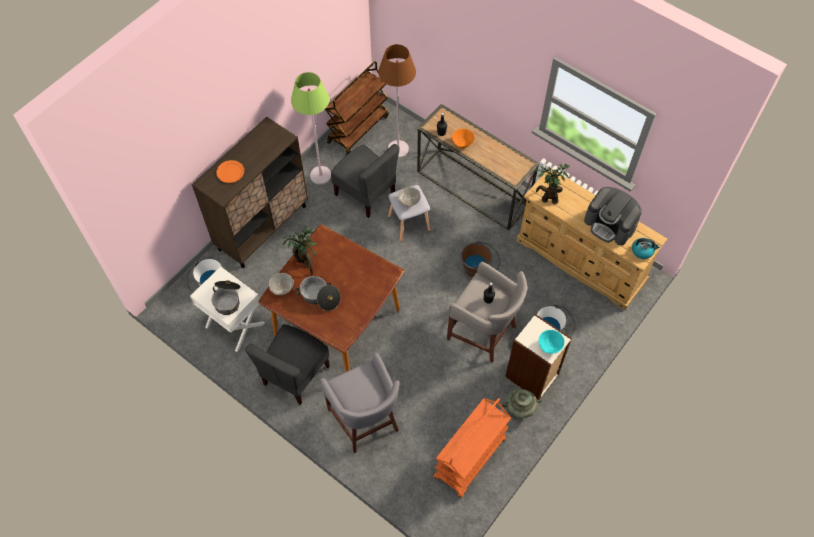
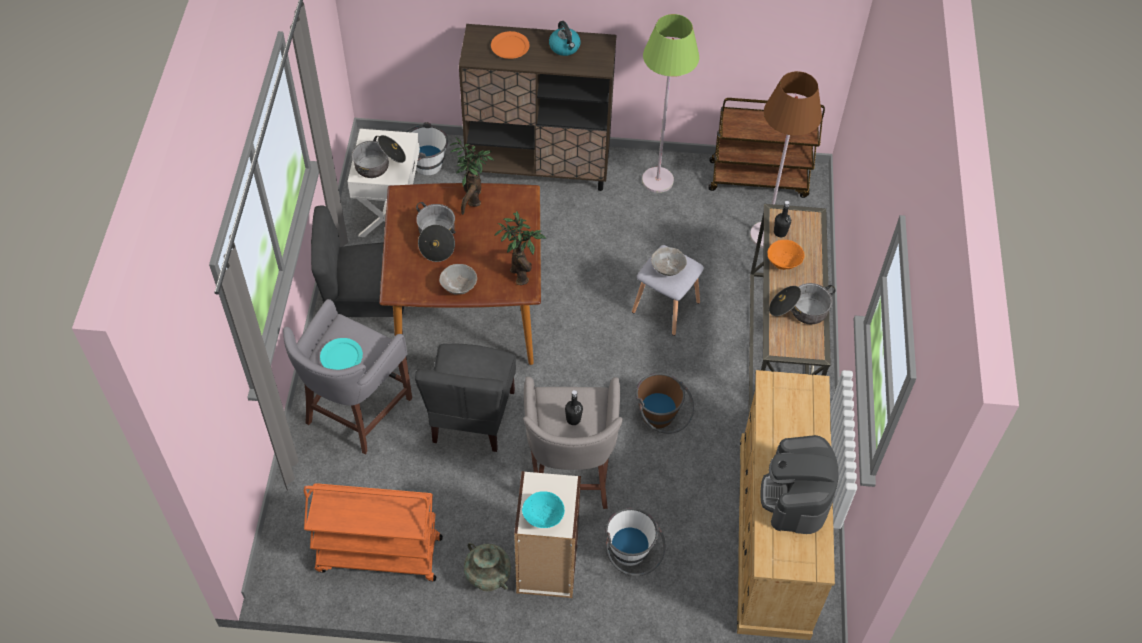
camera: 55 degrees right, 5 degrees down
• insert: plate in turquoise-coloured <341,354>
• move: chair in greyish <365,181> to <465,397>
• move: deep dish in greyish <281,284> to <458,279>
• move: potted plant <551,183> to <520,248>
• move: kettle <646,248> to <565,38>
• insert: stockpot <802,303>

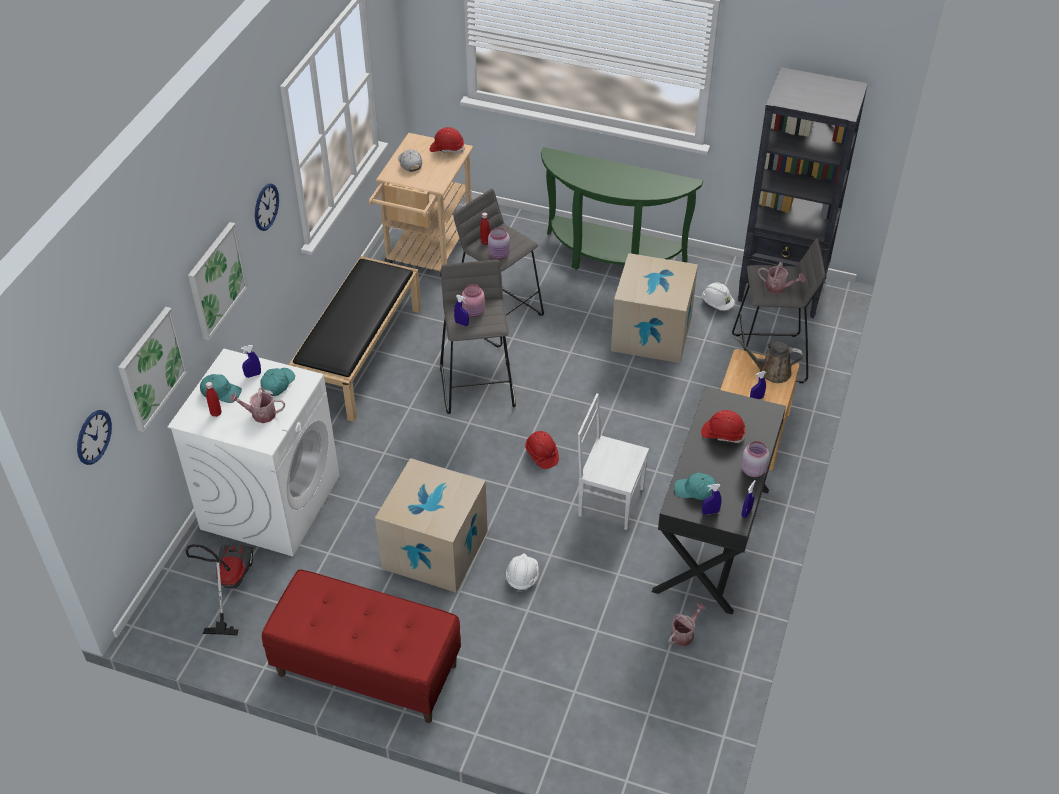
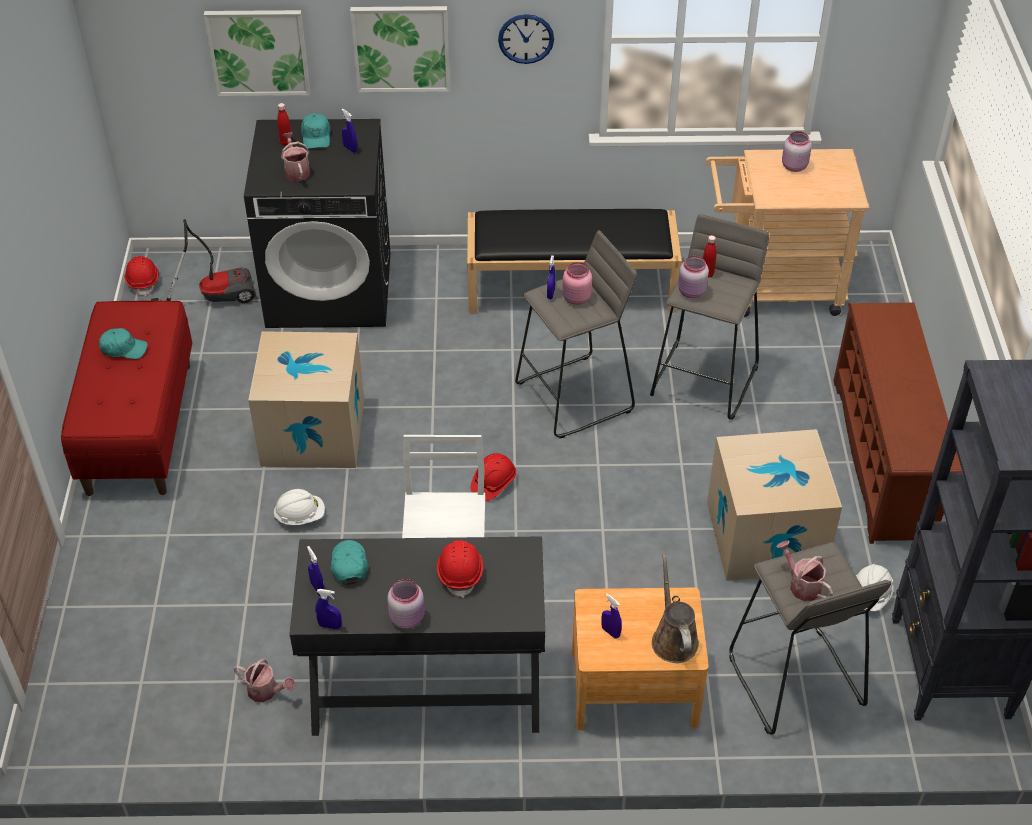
camera: 70 degrees right, 0 degrees up
• move: peaked cap in turquoise-coloured <278,382> to <123,343>
• move: safety helmet in reddish <447,140> to <142,276>
• recolor: laundry appliance in white-coloured <254,452> to laundry appliance in black-coloured <317,223>
• rotate: watering can <781,278> = <804,570> 135 degrees clockwise
• replace: peaked cap in white-coloured <410,160> to jar in pinkish <797,151>
• replace: hall table in greenish <622,208> to shoe shelf in brown <897,423>
• delete: clock on the wall <94,437>

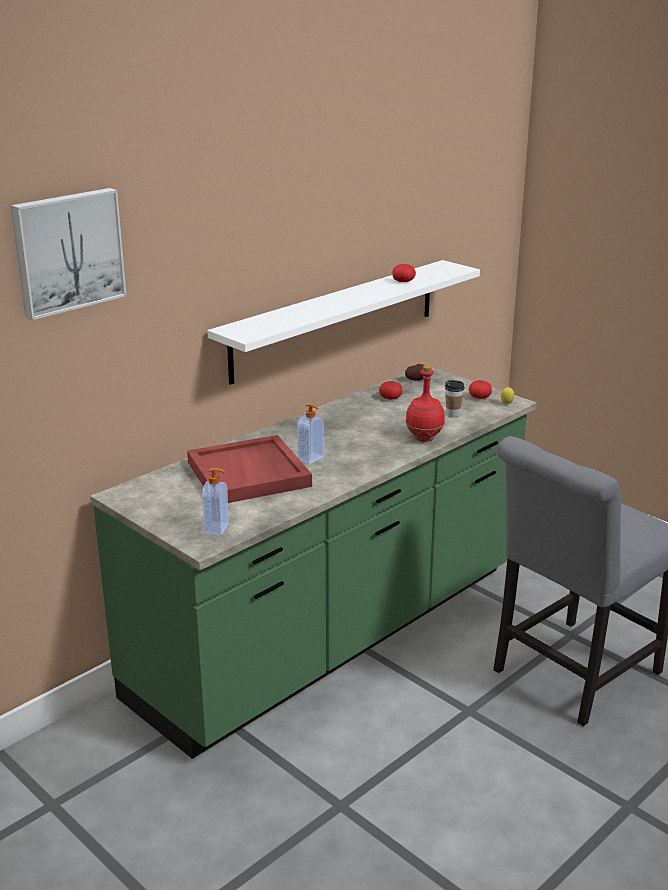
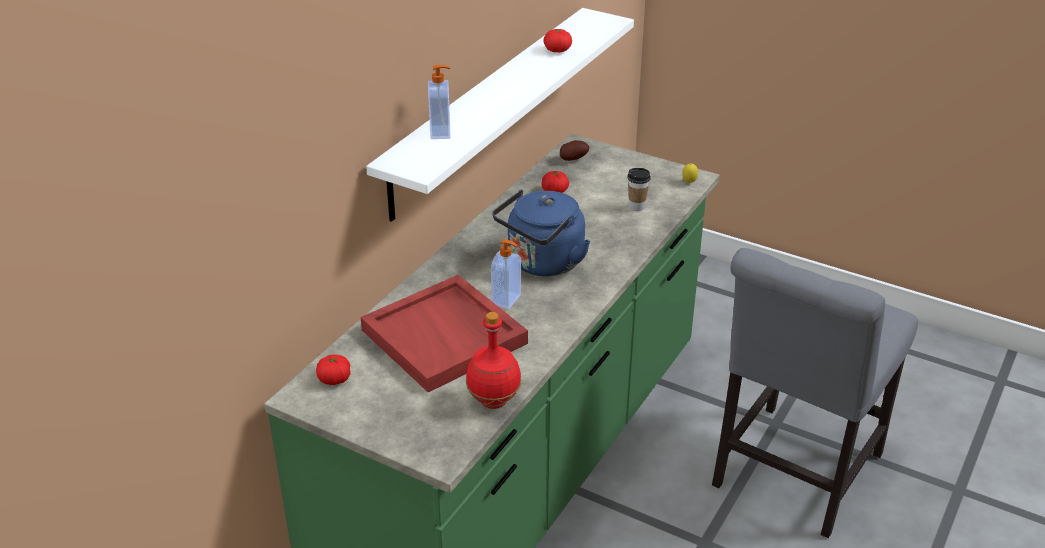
camera: 15 degrees left, 10 degrees up
• move: fresh tomato <480,389> to <333,369>
• move: liquid soap bottle <215,501> to <439,102>
• move: bottle in reddish <425,403> to <493,360>
• insert: kettle in blue-coloured <541,232>
• delete: picture <69,254>

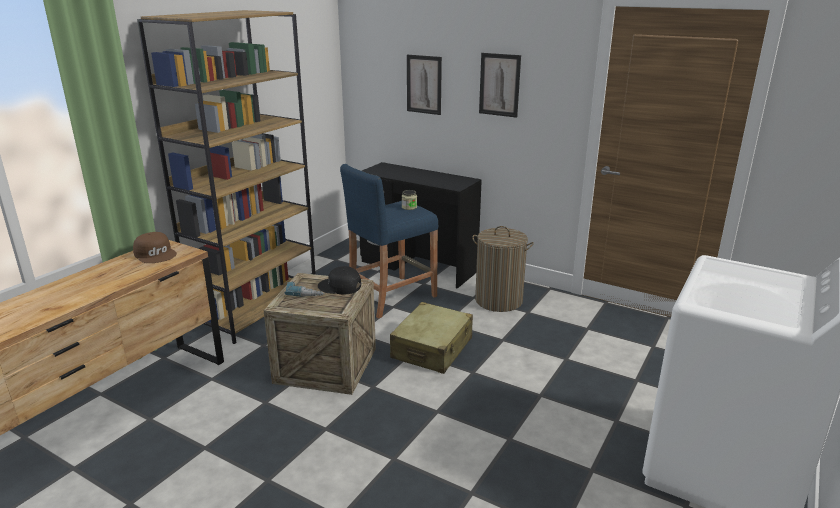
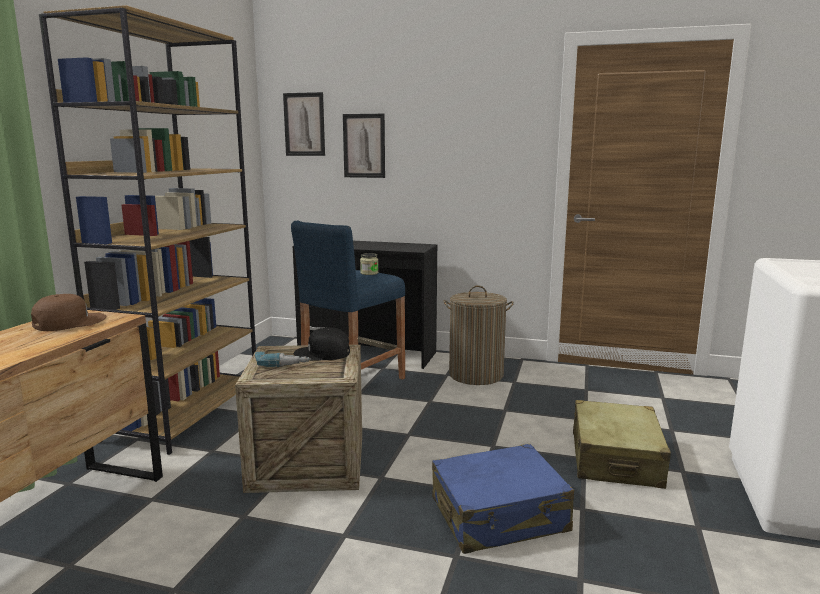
camera: 15 degrees left, 10 degrees down
• rotate: peaked cap in brown <155,247> = <68,312> 75 degrees counterclockwise
• move: picture <500,85> to <304,124>
• insert: travel case in blue-coloured <503,499>
• move: travel case in beige <431,338> to <622,444>

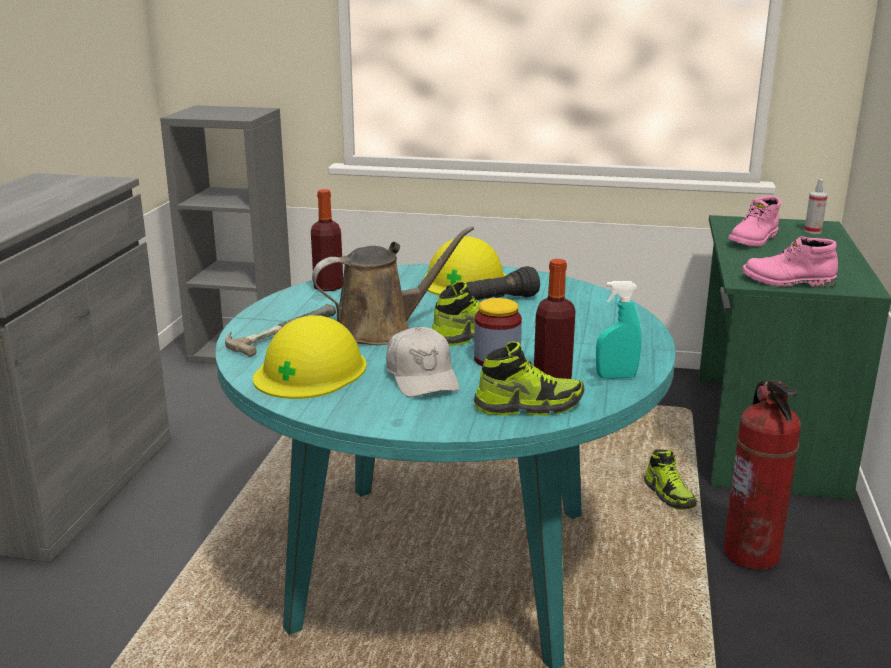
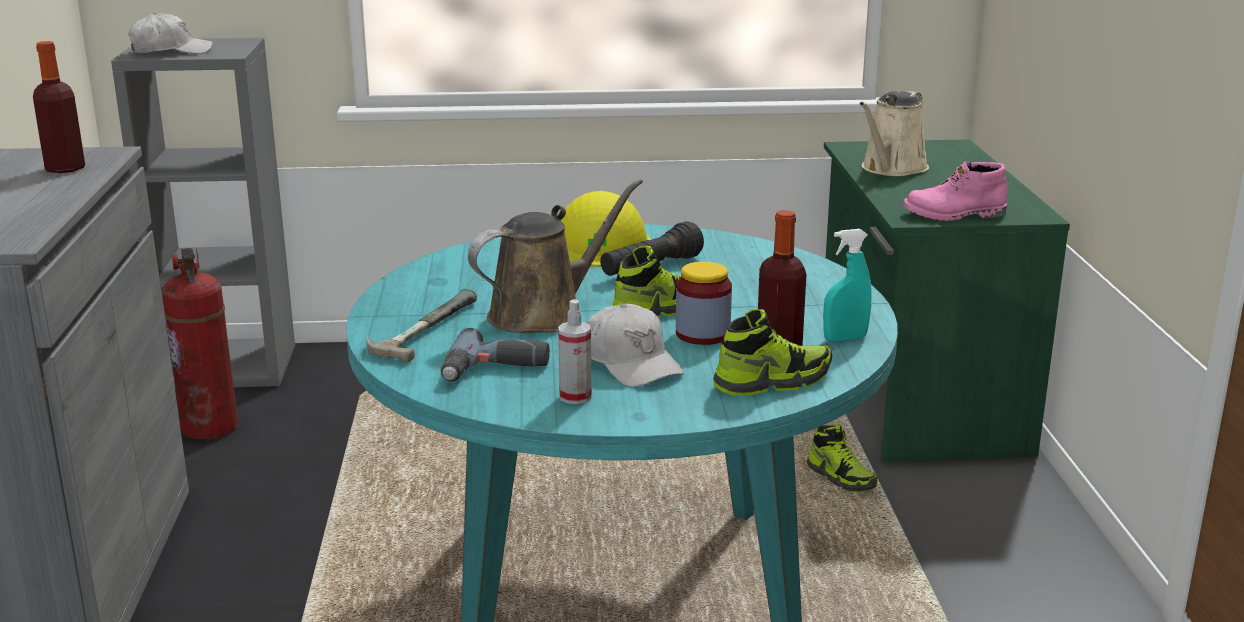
camera: 15 degrees left, 0 degrees up
• move: bottle <327,240> to <59,107>
• insert: peaked cap in white-coloured <170,33>
• move: fire-fighting cylinder <762,475> to <200,344>
• replace: safety helmet in yellow <310,357> to drill <495,354>
• move: sprayer <815,206> to <575,351>
• replace: boot in pinkish <754,221> to watering can in beige <894,133>

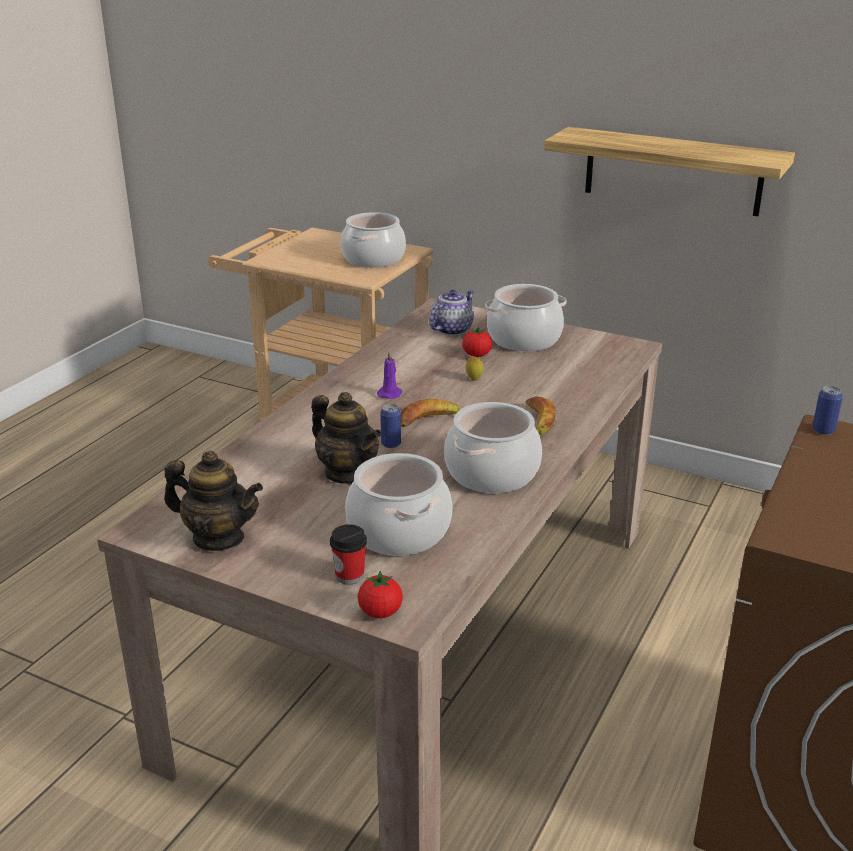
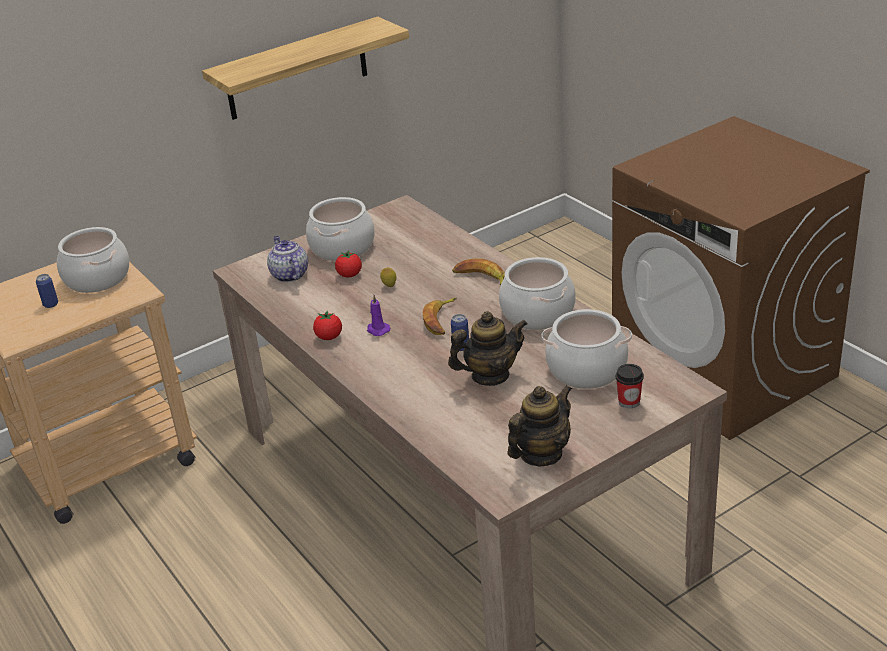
camera: 60 degrees left, 5 degrees up
• move: metal can <828,410> to <47,291>
• move: fresh tomato <380,594> to <327,325>

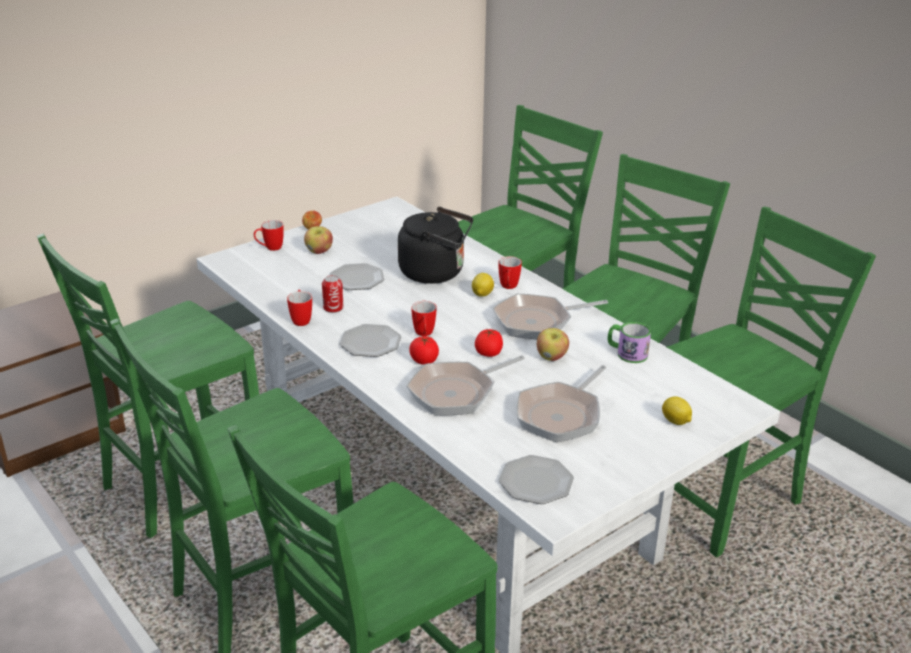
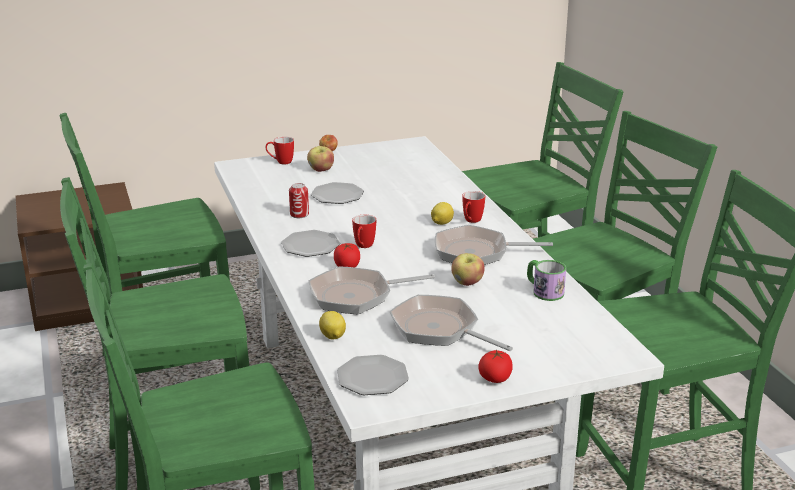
camera: 20 degrees right, 5 degrees down
• move: citrus fruit <677,410> to <332,325>
• rotate: frying pan <561,403> = <451,323> 75 degrees clockwise
• move: fresh tomato <489,343> to <495,366>
• delete: mug <299,308>
• delete: kettle in black-coloured <435,245>

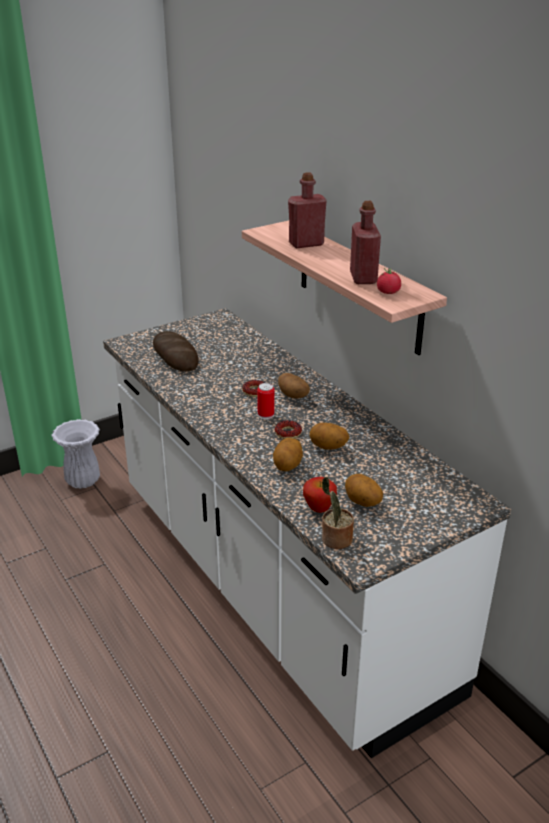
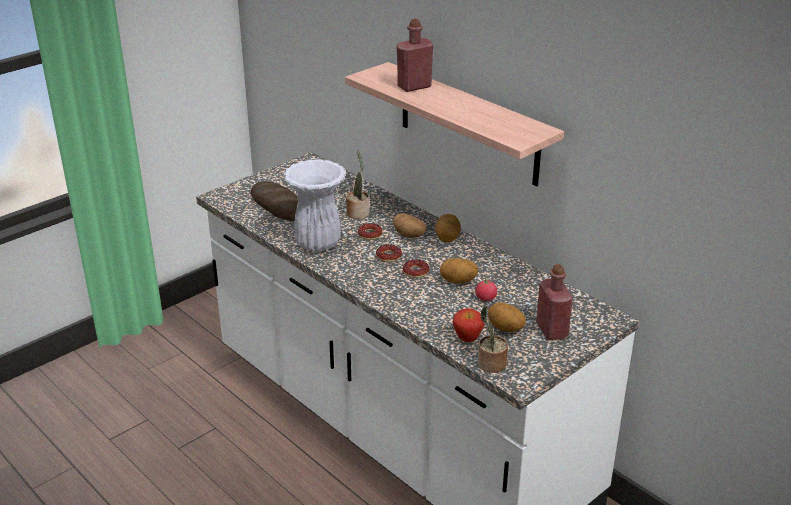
camera: 10 degrees left, 0 degrees up
• move: flower vase in white-coloured <75,454> to <314,205>
• insert: potted plant <357,184>
• replace: metal can <266,401> to ring doughnut <389,253>
• move: potato <288,455> to <448,228>
• move: fresh tomato <389,280> to <486,289>
• move: bottle in reddish <365,242> to <554,302>

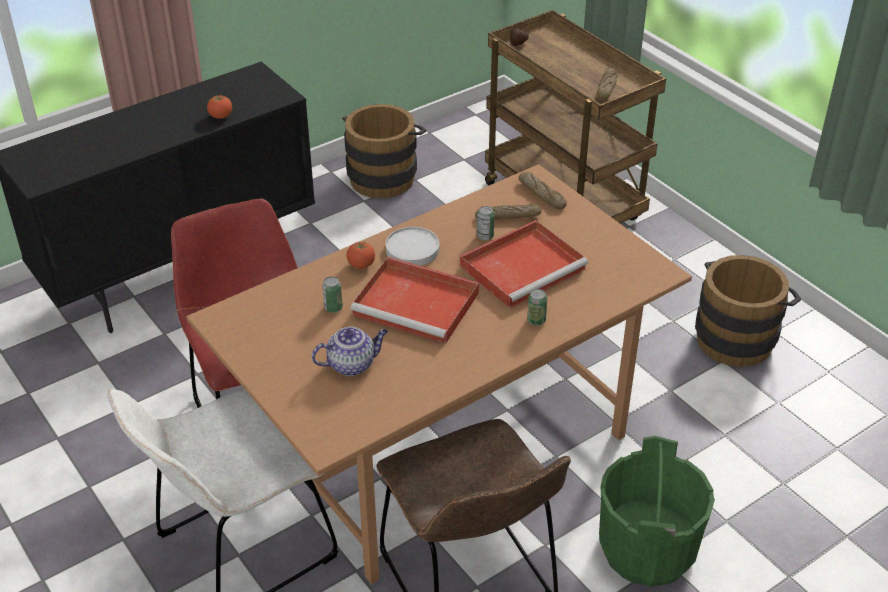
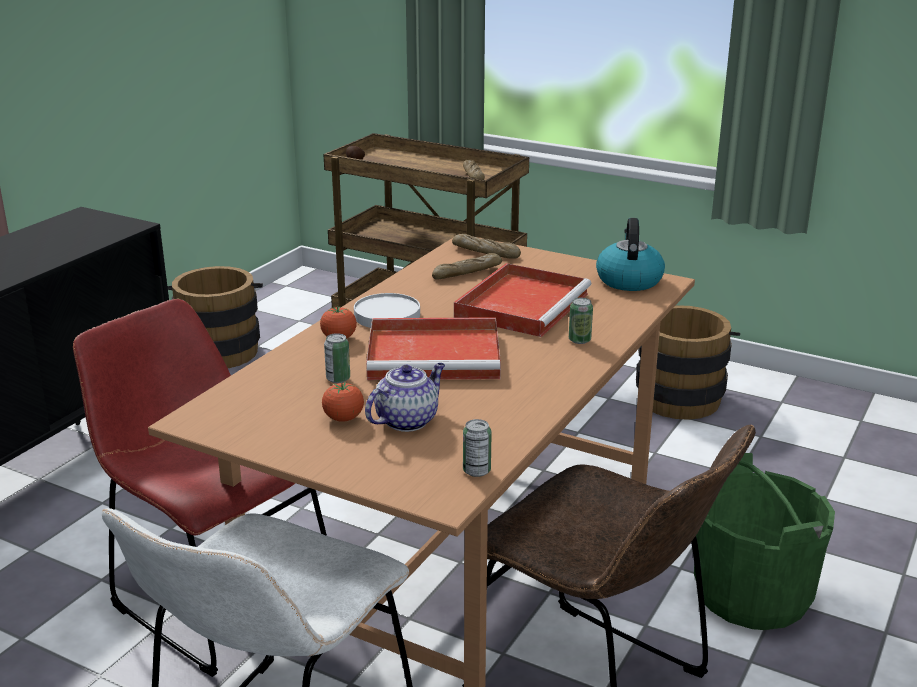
camera: 25 degrees left, 15 degrees down
• move: fresh tomato <219,107> to <343,402>
• move: metal can <486,223> to <477,448>
• insert: kettle <630,254>

